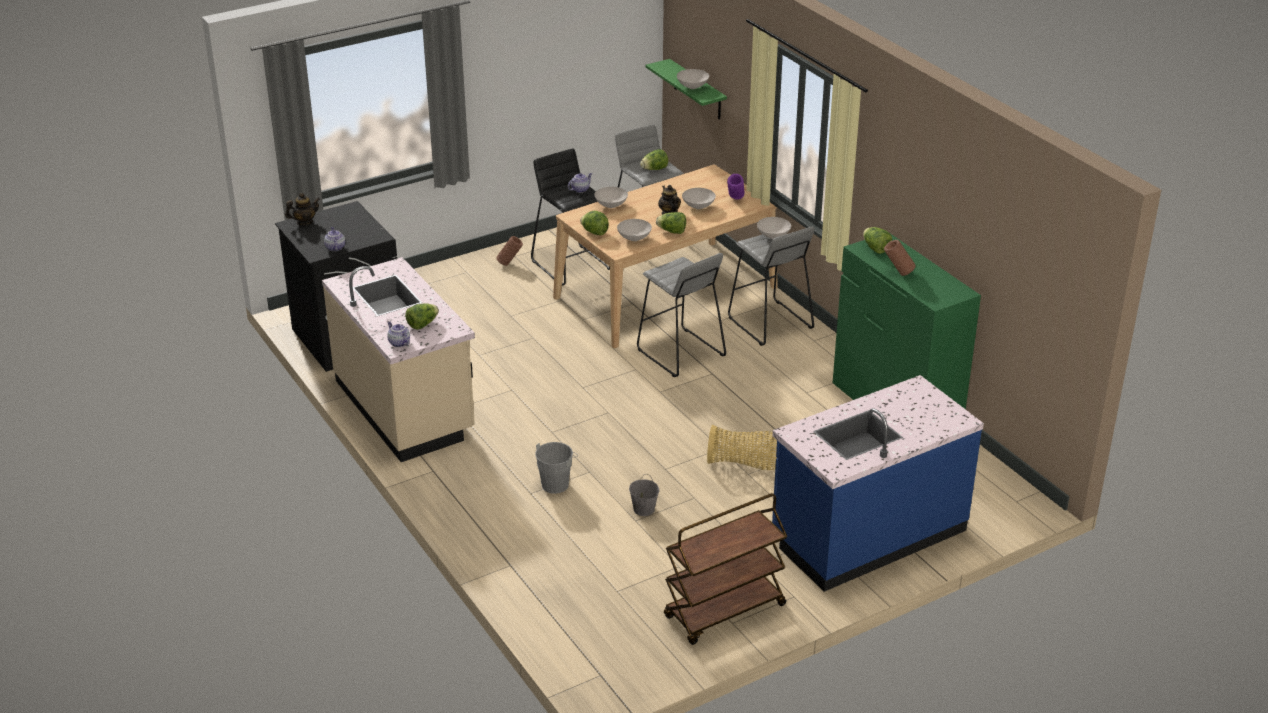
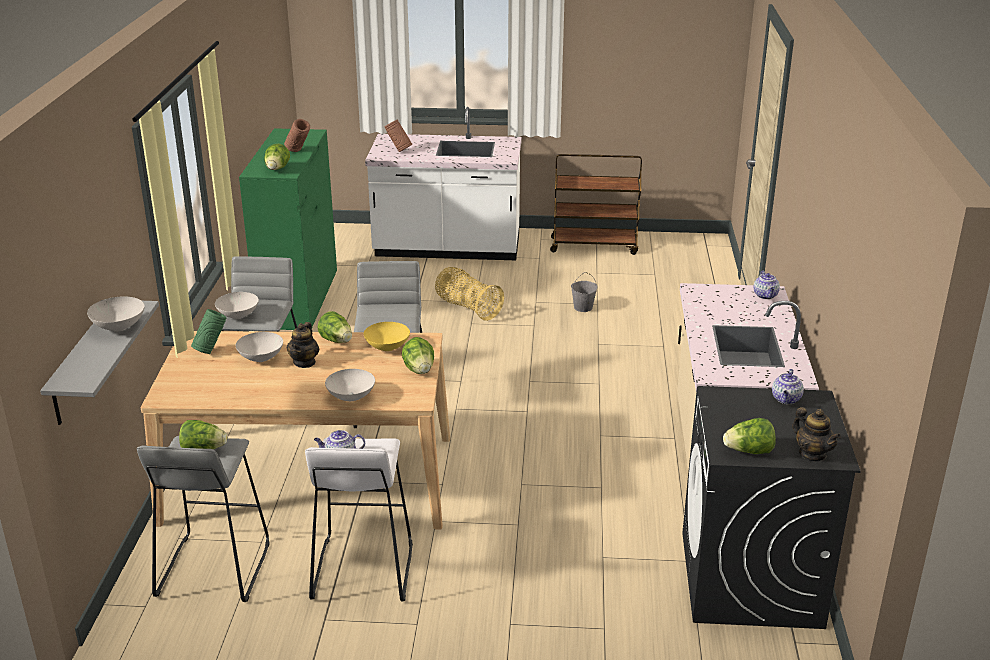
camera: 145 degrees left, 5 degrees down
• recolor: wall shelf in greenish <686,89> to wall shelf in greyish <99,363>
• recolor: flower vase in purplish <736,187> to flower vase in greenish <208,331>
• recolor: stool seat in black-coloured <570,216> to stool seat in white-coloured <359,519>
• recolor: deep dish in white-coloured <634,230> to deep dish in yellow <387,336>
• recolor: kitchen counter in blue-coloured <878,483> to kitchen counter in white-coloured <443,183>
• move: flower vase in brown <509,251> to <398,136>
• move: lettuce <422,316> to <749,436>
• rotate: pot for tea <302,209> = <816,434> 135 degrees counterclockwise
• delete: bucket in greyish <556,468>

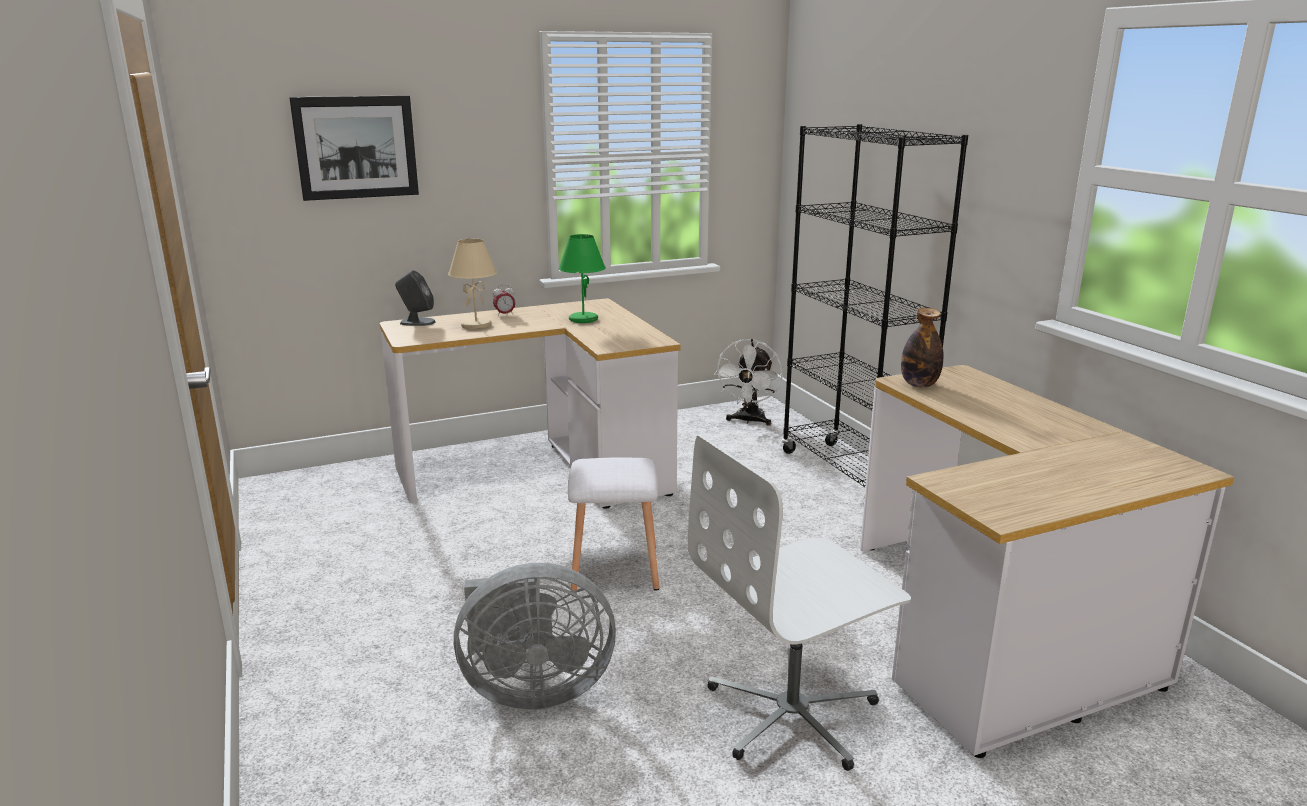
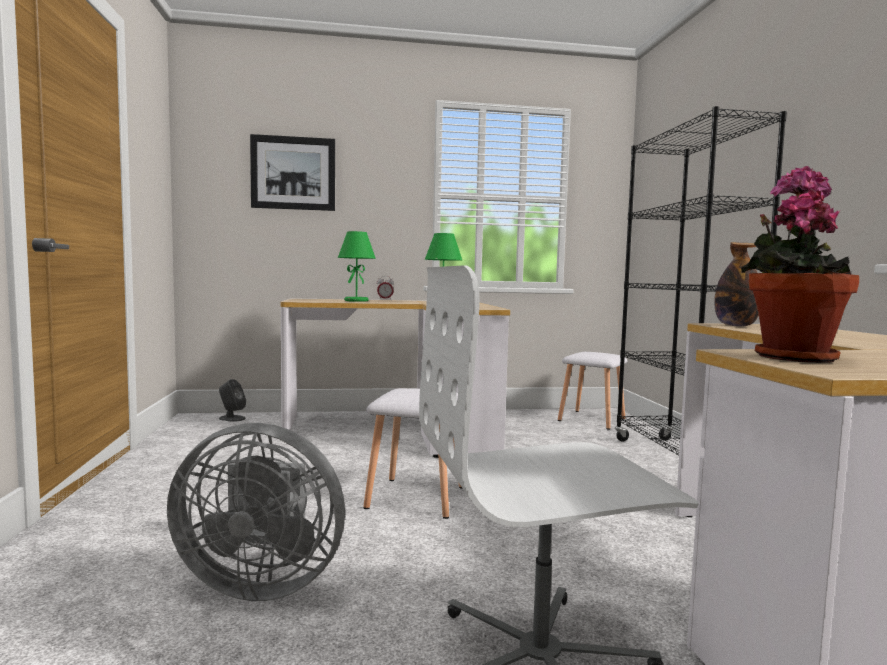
camera: 15 degrees right, 15 degrees down
• move: loudspeaker in greyish <415,298> to <232,400>
• recolor: table lamp in beige <472,284> to table lamp in greenish <356,266>
• replace: electric fan in white-coloured <748,382> to stool seat in white-coloured <592,391>
• insert: potted plant <800,264>

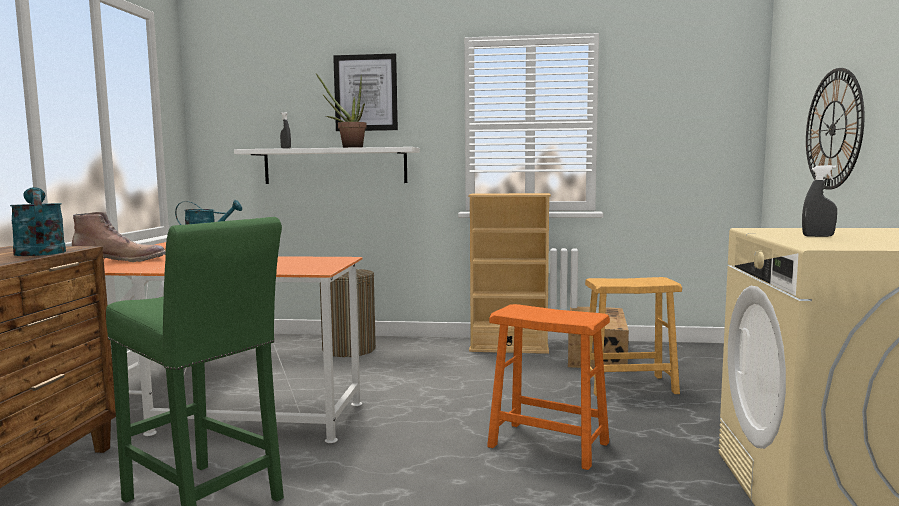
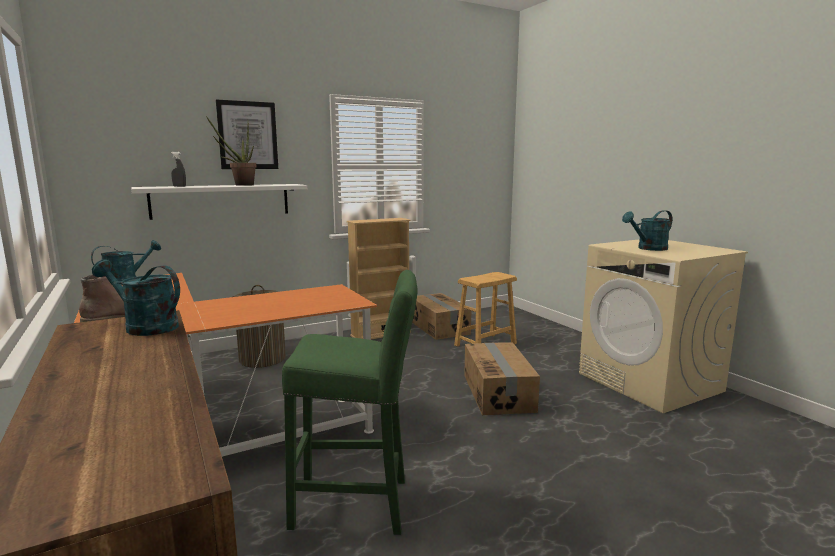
camera: 35 degrees left, 5 degrees up
• replace: stool seat in orange-coloured <548,387> to carton <502,378>
• replace: sprayer in greyish <819,201> to watering can in turquoise-coloured <647,230>
• delete: clock on the wall <835,129>

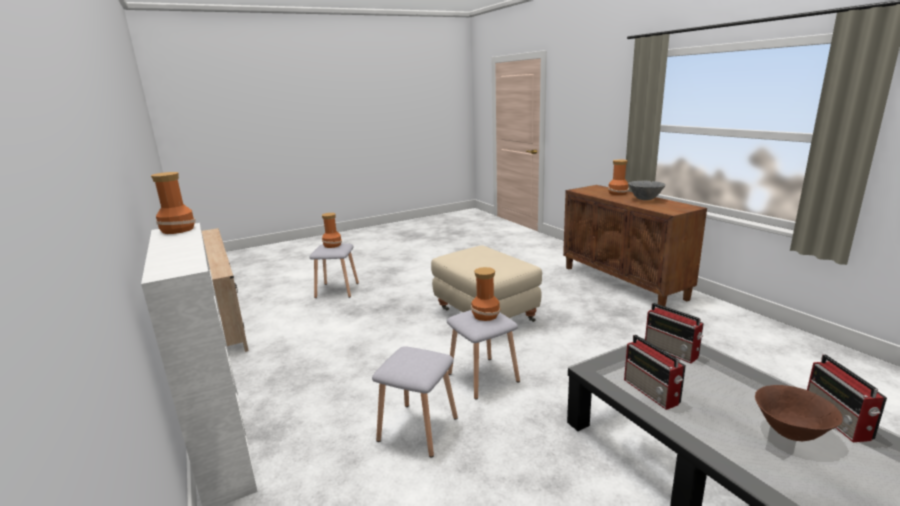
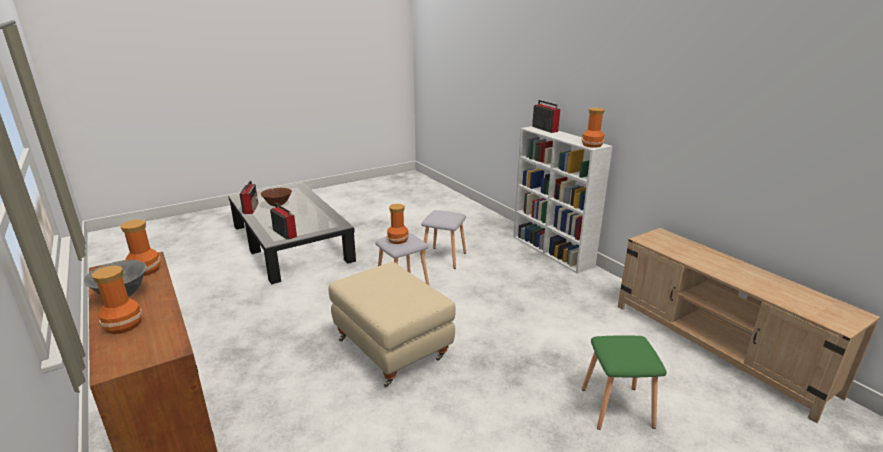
camera: 175 degrees right, 5 degrees up
• move: flower vase <332,230> to <140,248>
• move: radio set <655,372> to <546,116>
• recolor: stool seat in greyish <334,270> to stool seat in greenish <624,382>

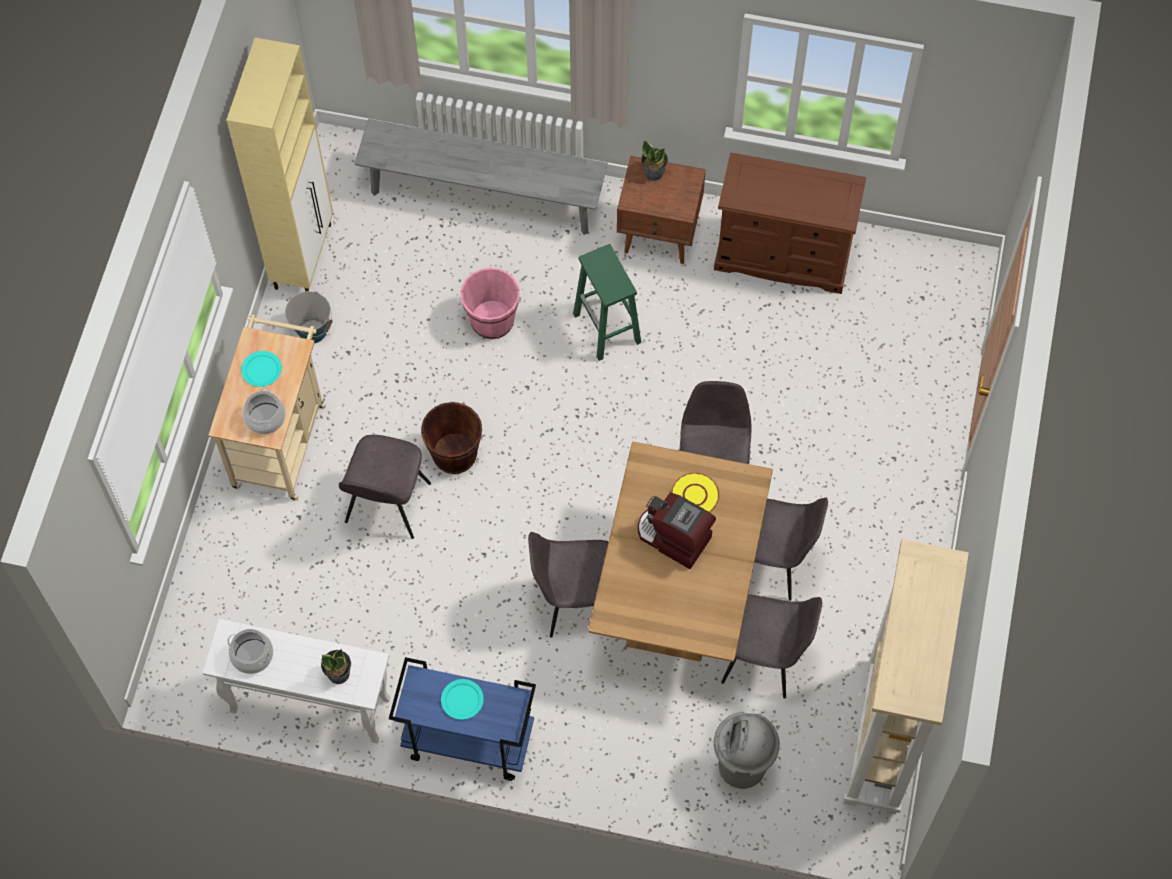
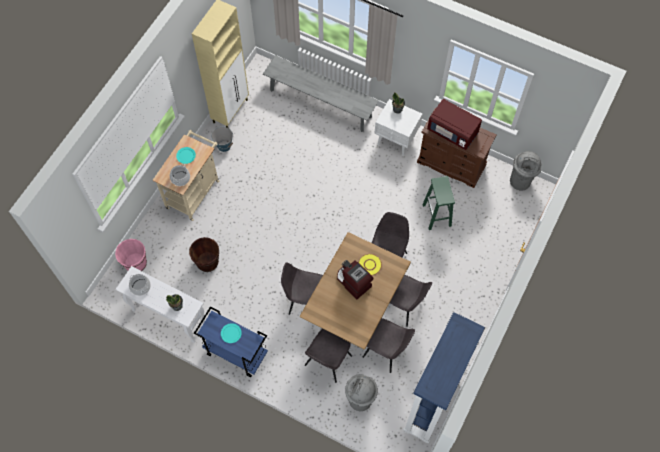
camera: 15 degrees right, 0 degrees up
• move: bucket in pinkish <490,303> to <131,255>
• move: bucket in brown <451,438> to <204,254>
• move: chair in greyish <385,487> to <328,356>
• recolor: nightstand in brown <661,209> to nightstand in white-coloured <398,127>
• recolor: bookcase in beige <906,676> to bookcase in blue-coloured <444,377>
• move: stool seat in greenish <607,302> to <438,203>
• insert: kitchen microwave in reddish <454,124>
• insert: trash can in greyish <526,170>

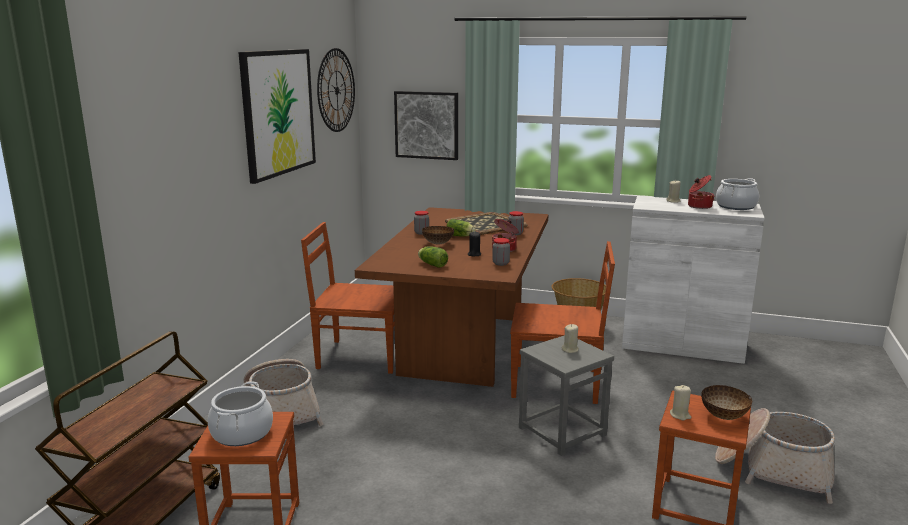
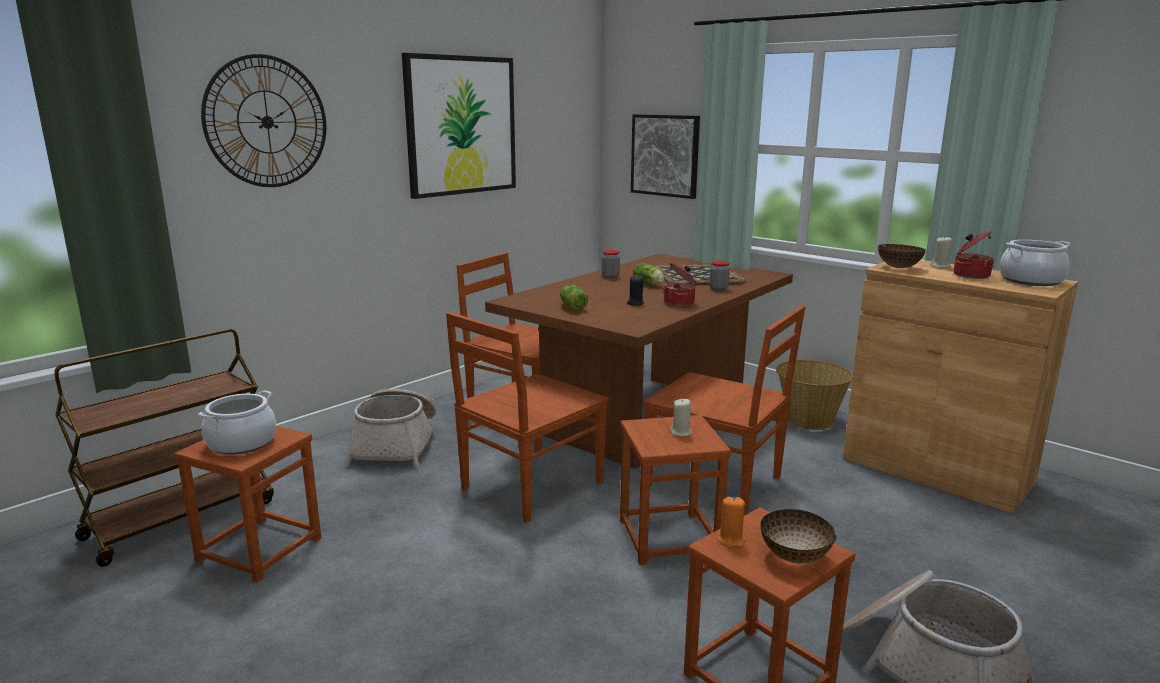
camera: 25 degrees right, 0 degrees up
• move: clock on the wall <336,90> to <263,120>
• insert: chair in brown <527,417>
• recolor: stool seat in greyish <566,395> to stool seat in brown <675,490>
• recolor: wax light in beige <680,402> to wax light in orange-coloured <731,522>
• recolor: storage cabinet in white-coloured <693,280> to storage cabinet in brown <960,387>
• move: deep dish <438,235> to <902,256>
• delete: jar <501,252>

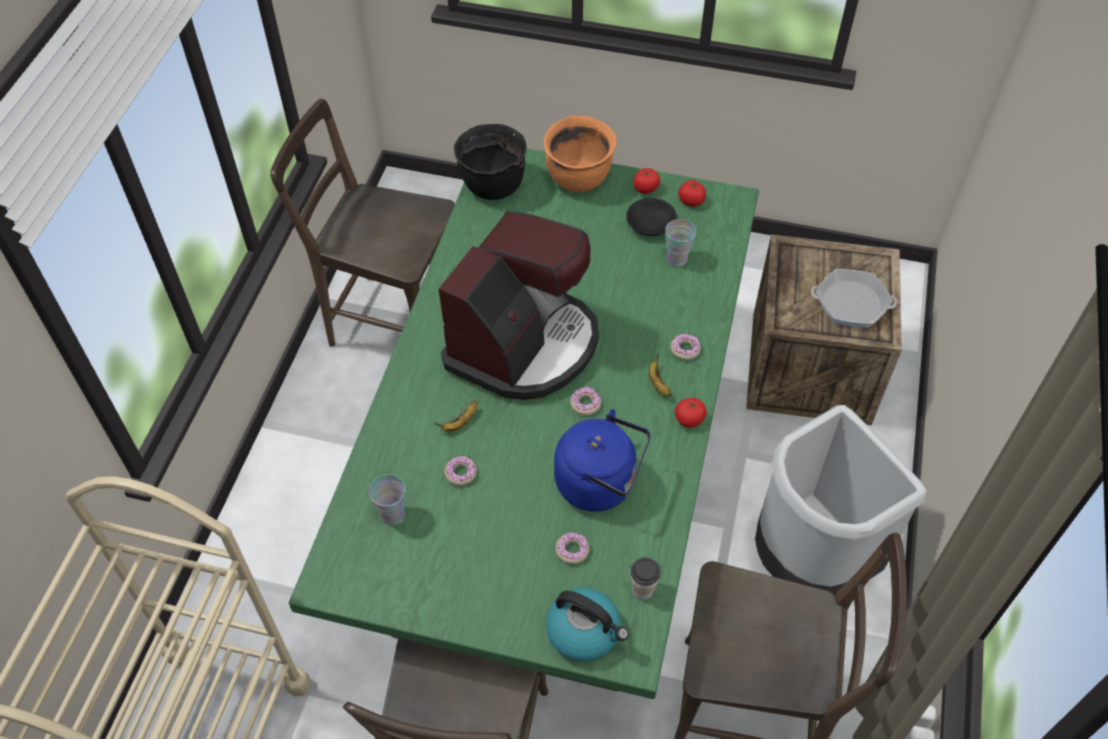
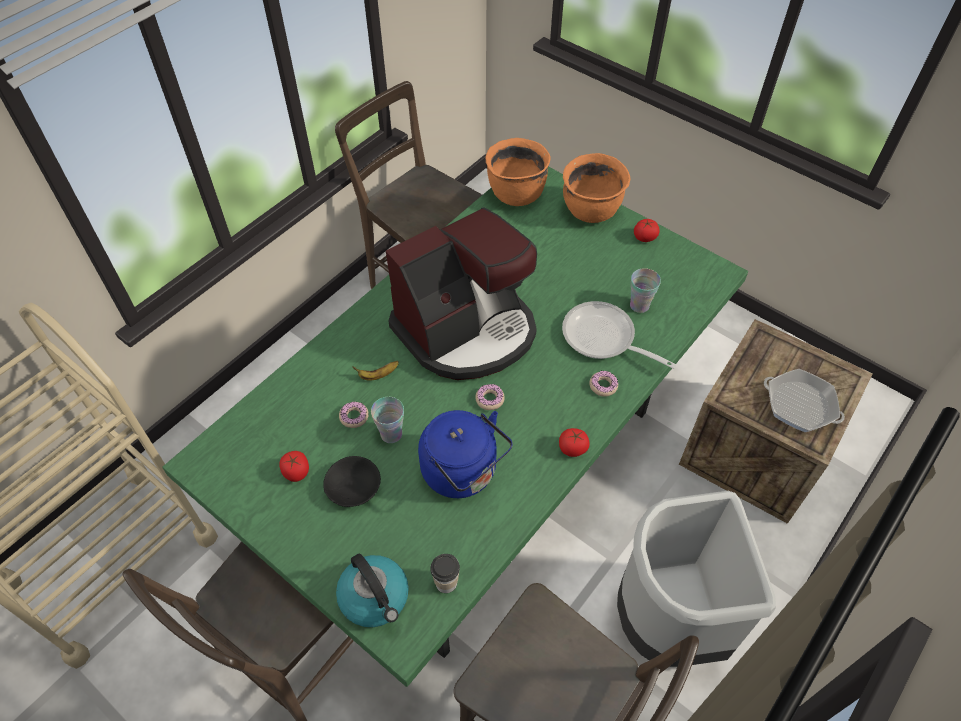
camera: 25 degrees right, 0 degrees up
• move: fresh tomato <692,193> to <294,466>
• move: deep dish in black-coloured <651,217> to <352,481>
• move: cup <387,499> to <387,420>
• recolor: stockpot in black-coloured <490,162> to stockpot in orange-coloured <518,172>
• insert: frying pan <619,335>
• delete: ring doughnut <573,548>
• delete: banana fruit <660,375>

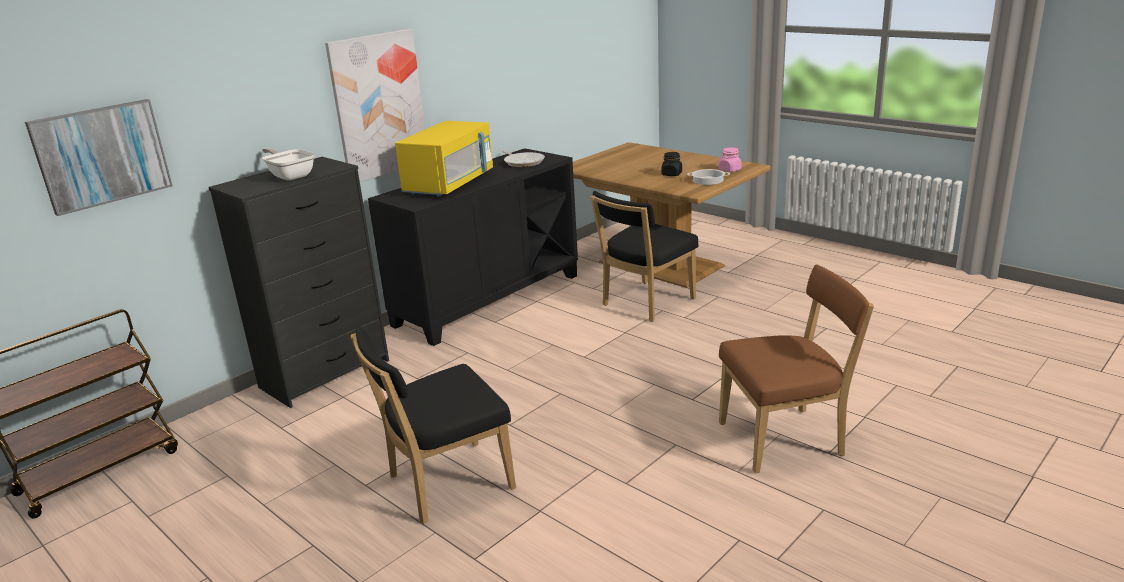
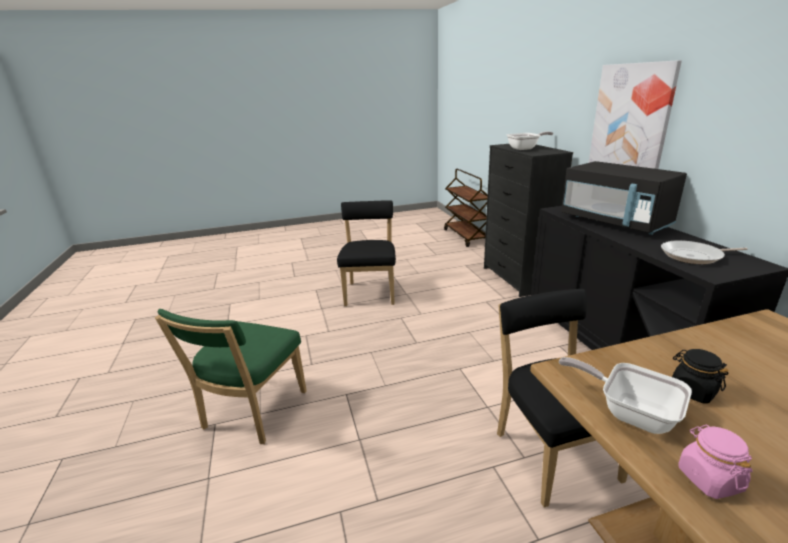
camera: 120 degrees right, 0 degrees up
• recolor: chair in brown <796,369> to chair in greenish <231,376>
• replace: stockpot <708,177> to frying pan <625,395>
• recolor: kitchen microwave in yellow <444,159> to kitchen microwave in black-coloured <624,198>
• delete: picture <99,157>

